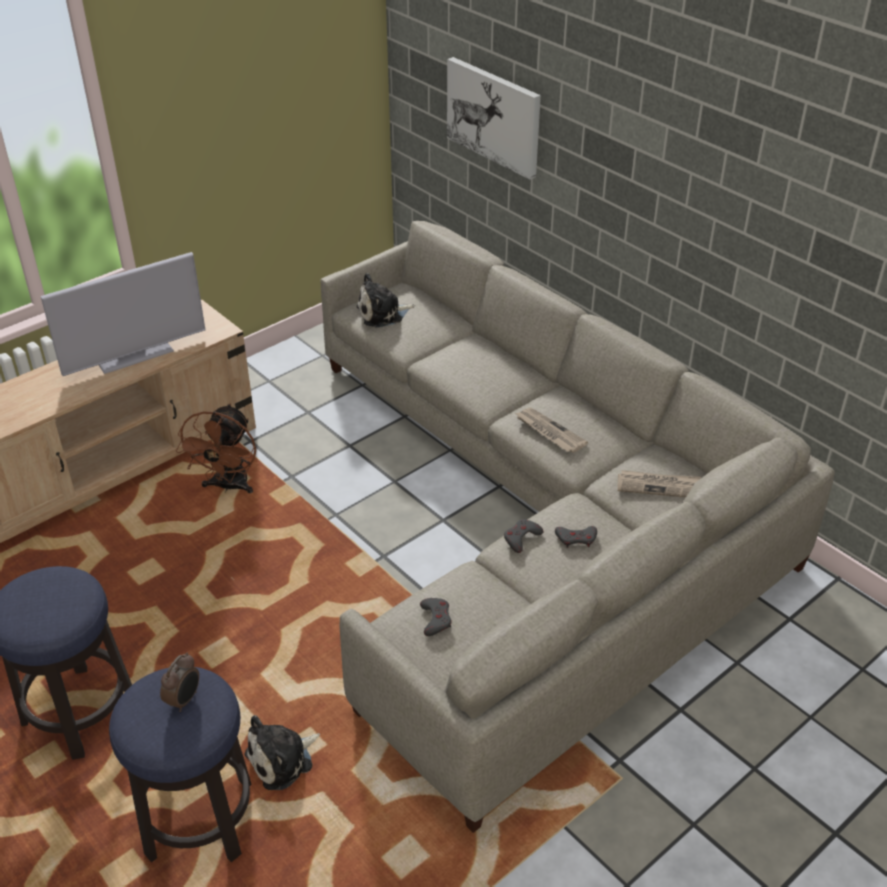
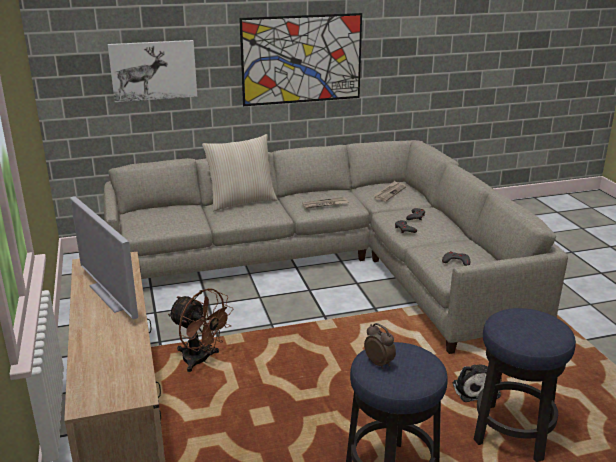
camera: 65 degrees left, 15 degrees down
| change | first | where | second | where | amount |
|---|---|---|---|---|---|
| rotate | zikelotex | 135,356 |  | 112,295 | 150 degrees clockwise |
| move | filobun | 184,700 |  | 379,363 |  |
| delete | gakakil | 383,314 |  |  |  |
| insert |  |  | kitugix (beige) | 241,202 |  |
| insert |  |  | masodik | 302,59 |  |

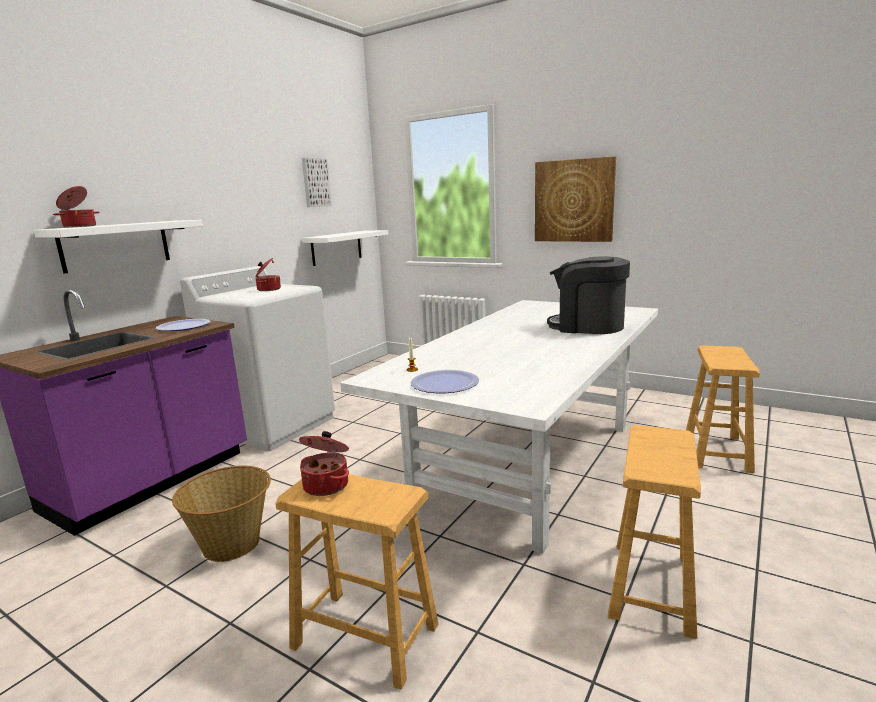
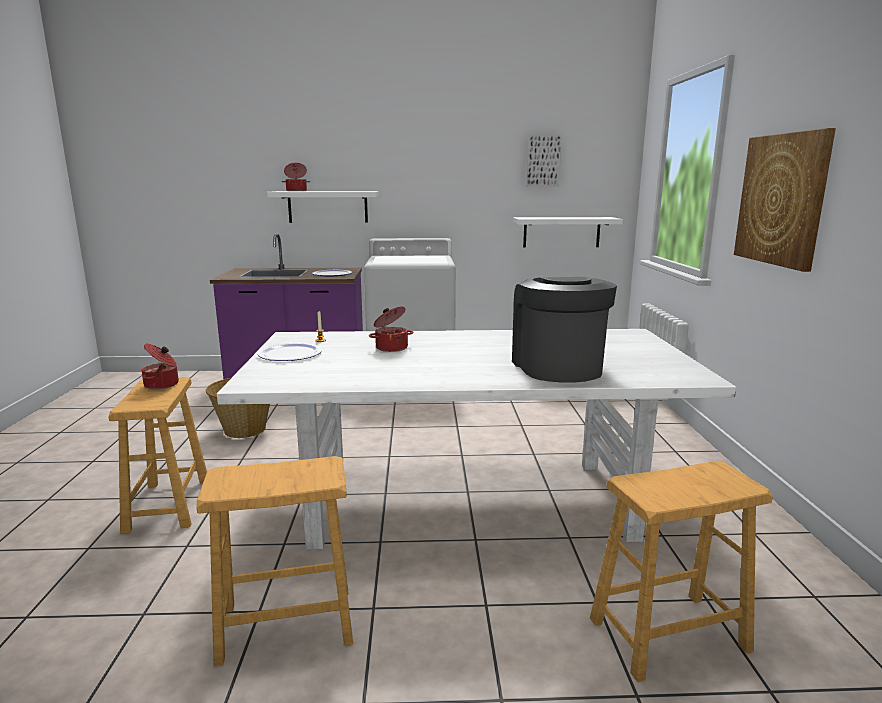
camera: 55 degrees right, 0 degrees up
| change | first | where | second | where | amount |
|---|---|---|---|---|---|
| move | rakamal | 268,289 |  | 391,347 |  |

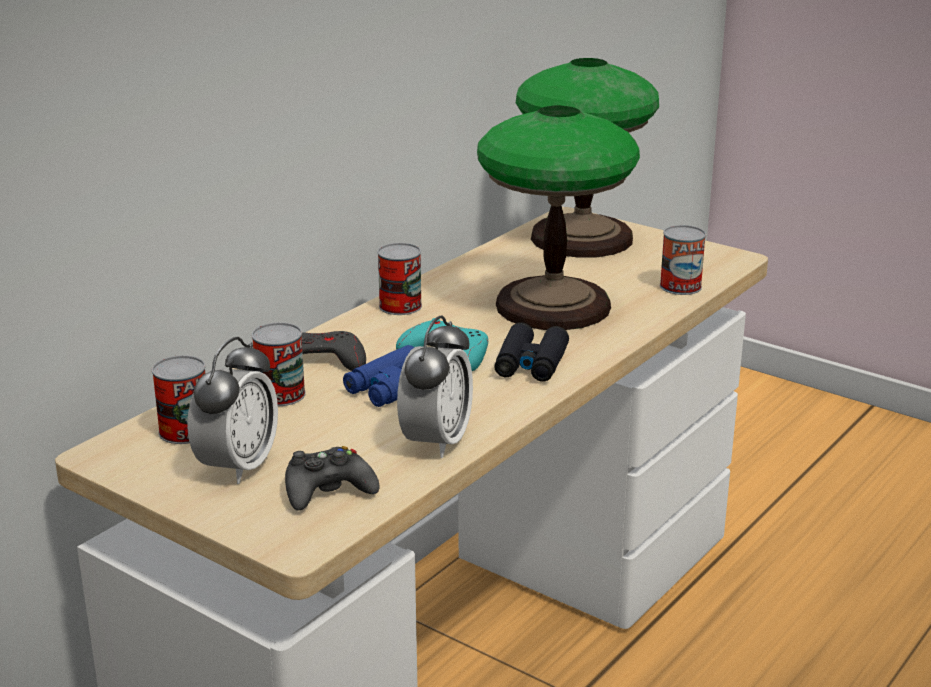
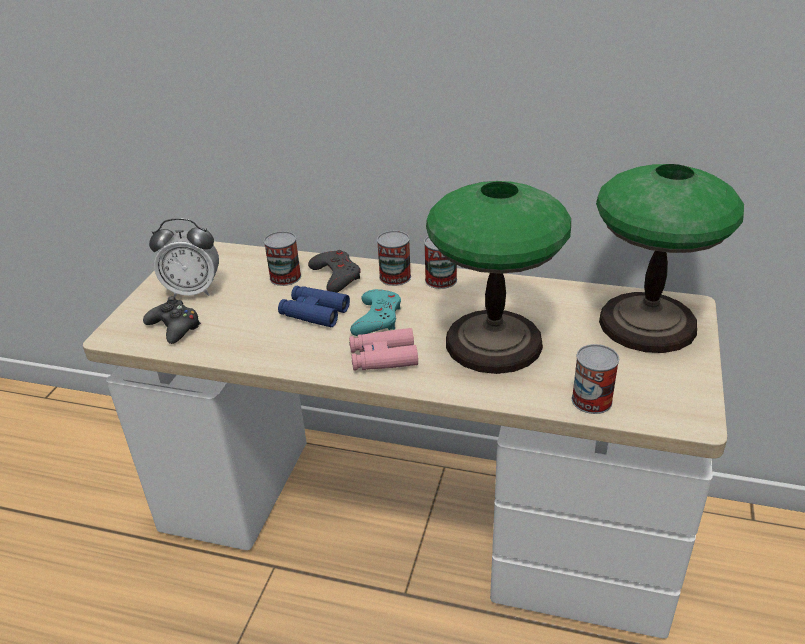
camera: 70 degrees right, 10 degrees up
| change | first | where | second | where | amount |
|---|---|---|---|---|---|
| move | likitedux | 185,431 |  | 395,277 |  |
| delete | filobun | 436,442 |  |  |  |
| recolor | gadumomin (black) | 531,364 | gadumomin (pink) | 383,357 |  |

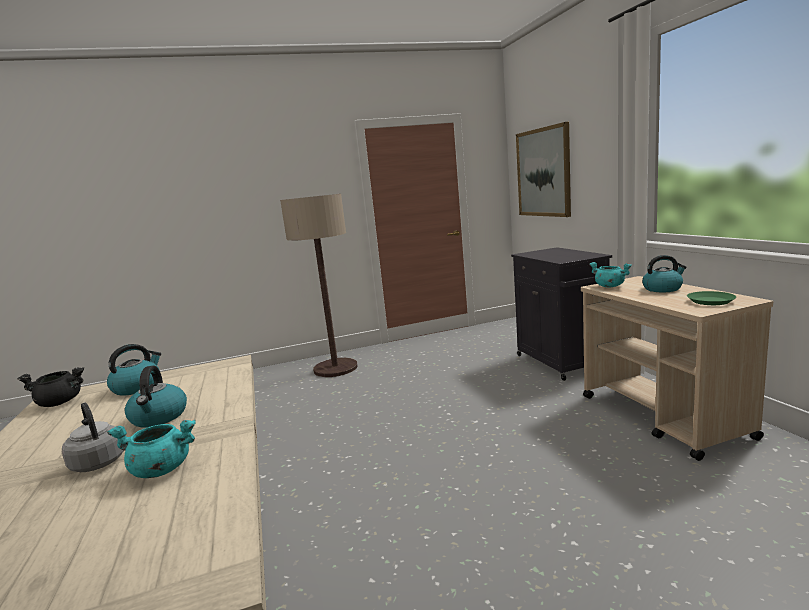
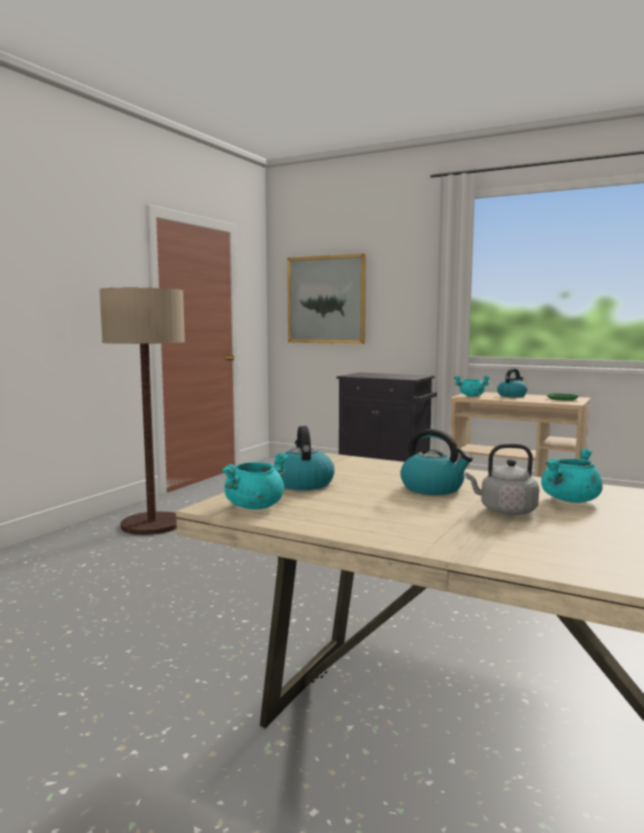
camera: 45 degrees left, 5 degrees down
| change | first | where | second | where | amount |
|---|---|---|---|---|---|
| recolor | rakamal (black) | 61,402 | rakamal (turquoise) | 254,506 |  |

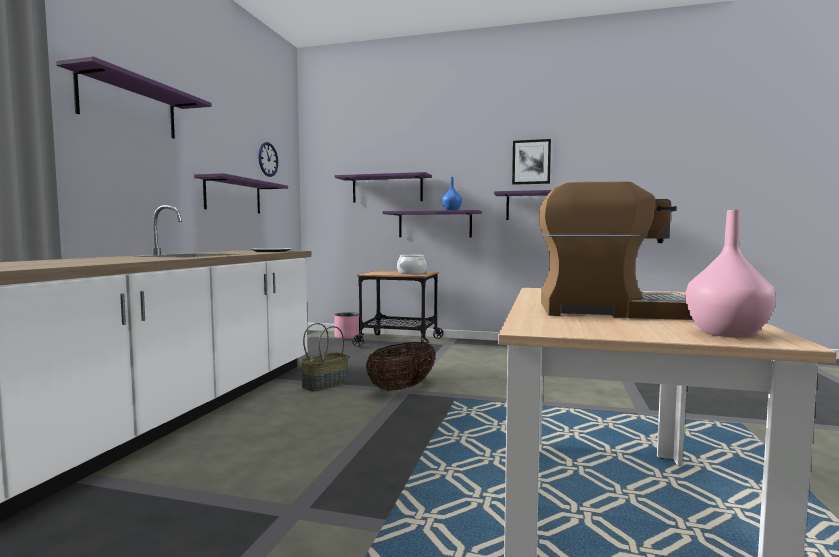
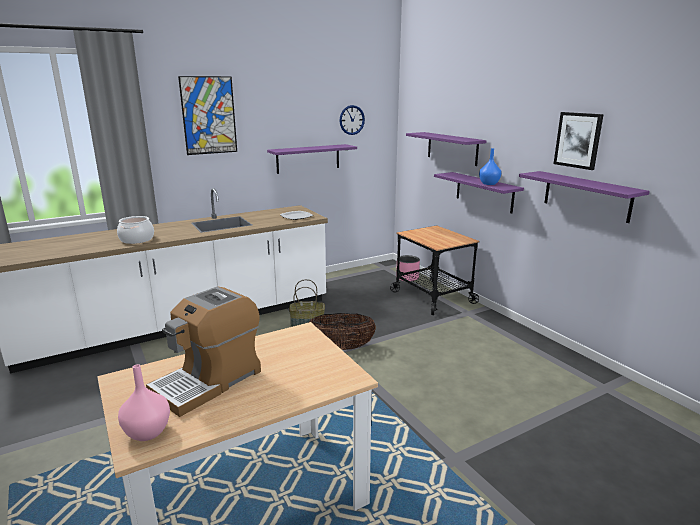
camera: 45 degrees right, 15 degrees up
| change | first | where | second | where | amount |
|---|---|---|---|---|---|
| replace | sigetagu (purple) | 129,106 | masodik | 209,115 |  |
| move | rakamal | 411,273 |  | 137,239 |  |
| rotate | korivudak | 610,311 |  | 208,381 | 75 degrees clockwise |

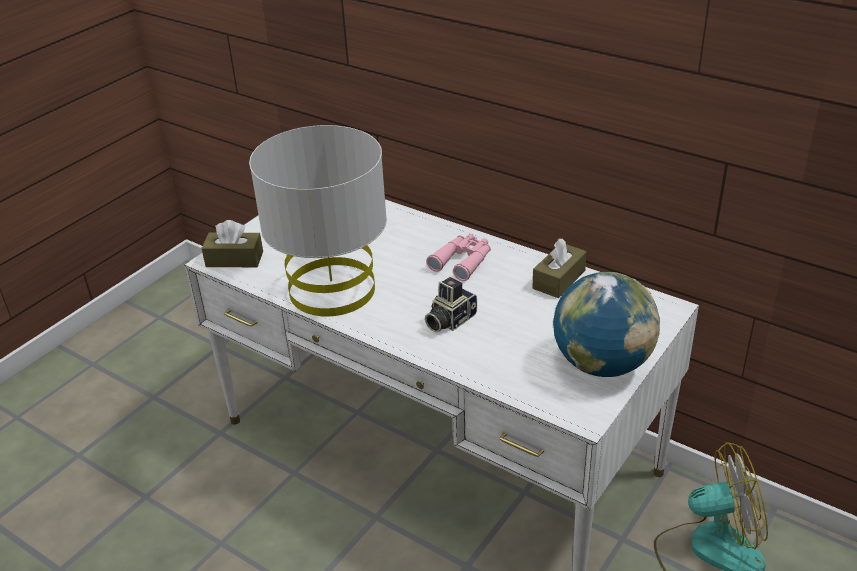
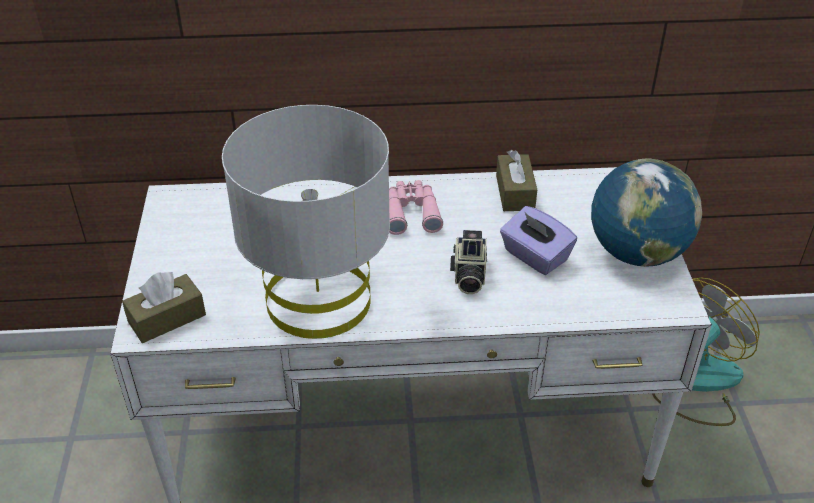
camera: 40 degrees left, 5 degrees up
| change | first | where | second | where | amount |
|---|---|---|---|---|---|
| insert |  |  | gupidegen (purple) | 535,256 |  |

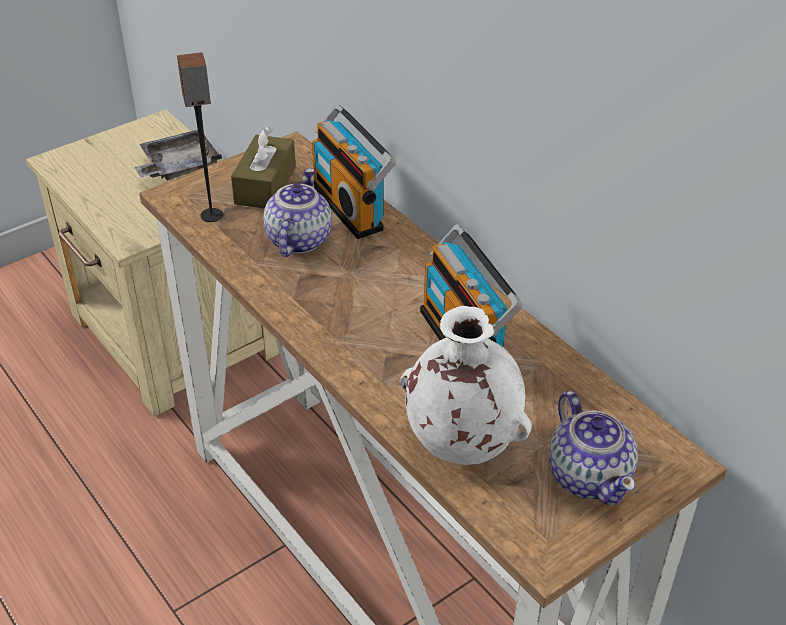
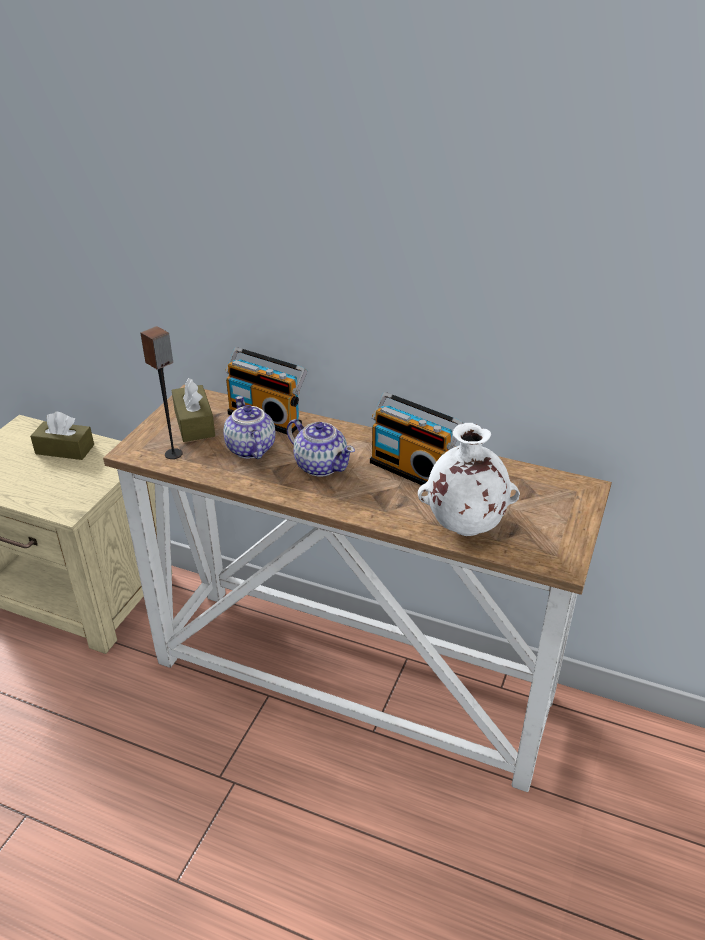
camera: 30 degrees left, 5 degrees down
| change | first | where | second | where | amount |
|---|---|---|---|---|---|
| replace | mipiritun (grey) | 179,166 | gupidegen (brown) | 65,449 |  |
| move | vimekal | 589,475 |  | 320,465 |  |

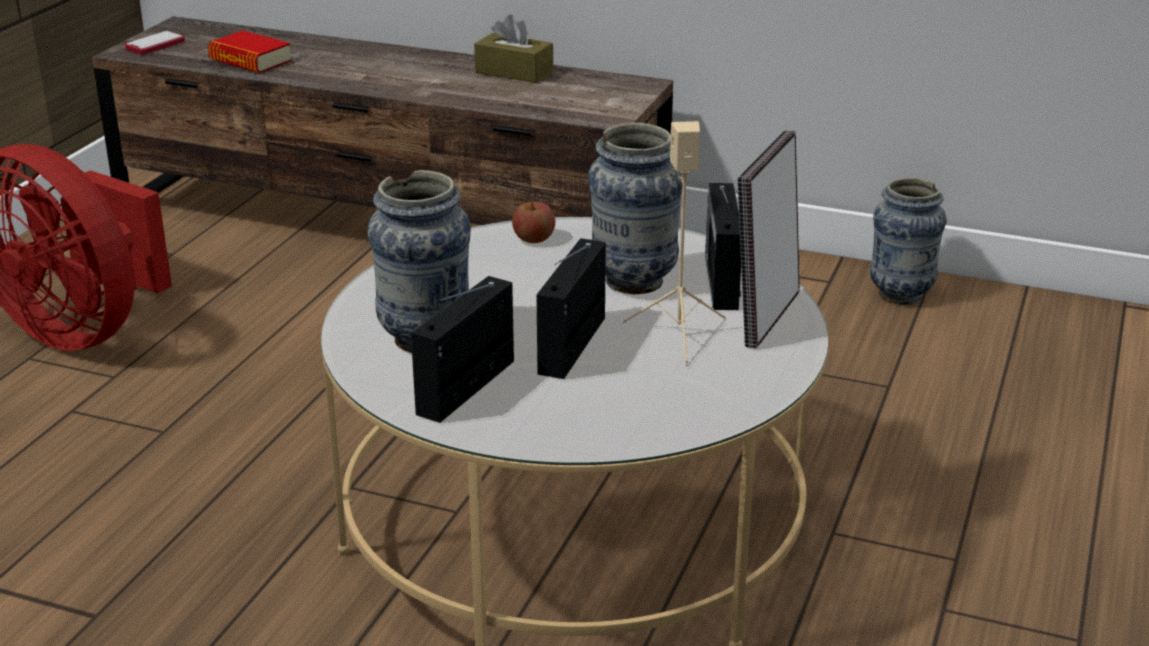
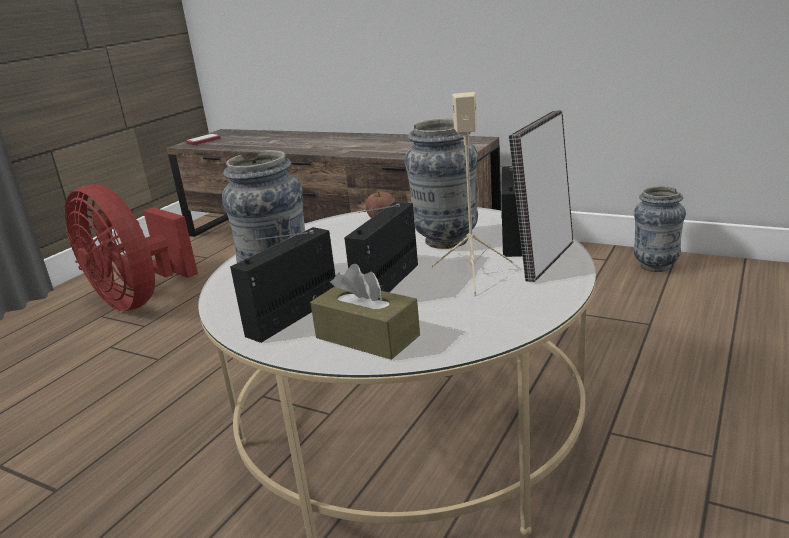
camera: 10 degrees right, 5 degrees down
| change | first | where | second | where | amount |
|---|---|---|---|---|---|
| delete | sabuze | 250,60 |  |  |  |
| move | gupidegen (brown) | 514,72 |  | 367,337 |  |

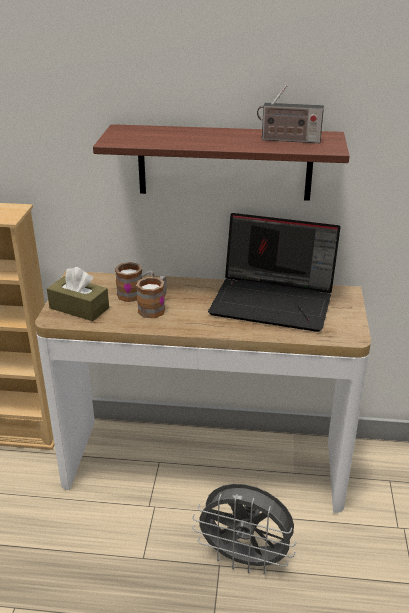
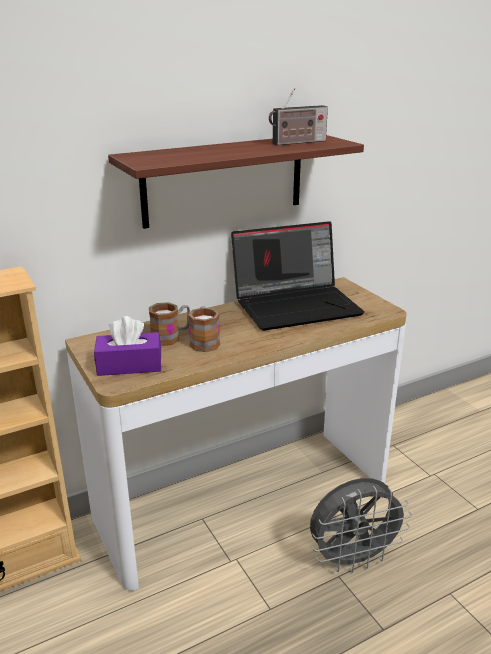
camera: 35 degrees left, 5 degrees down
| change | first | where | second | where | amount |
|---|---|---|---|---|---|
| recolor | gupidegen (brown) | 79,308 | gupidegen (purple) | 129,365 |  |

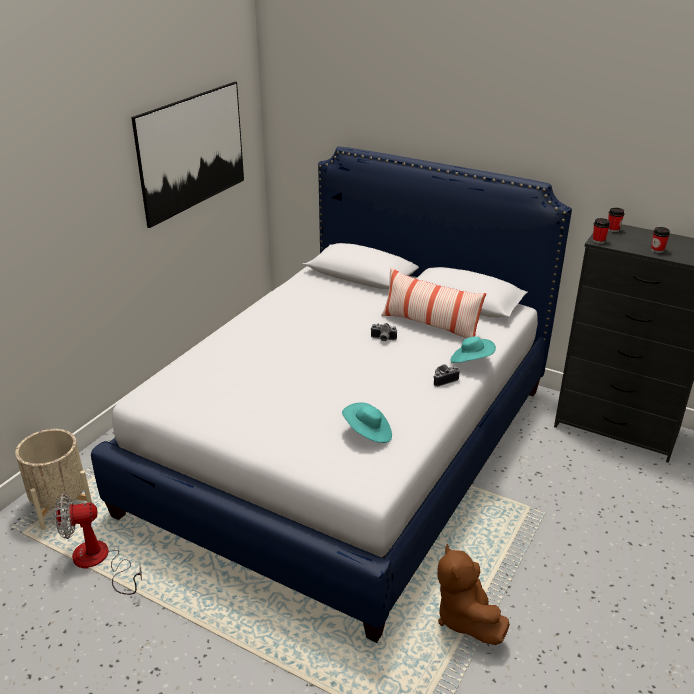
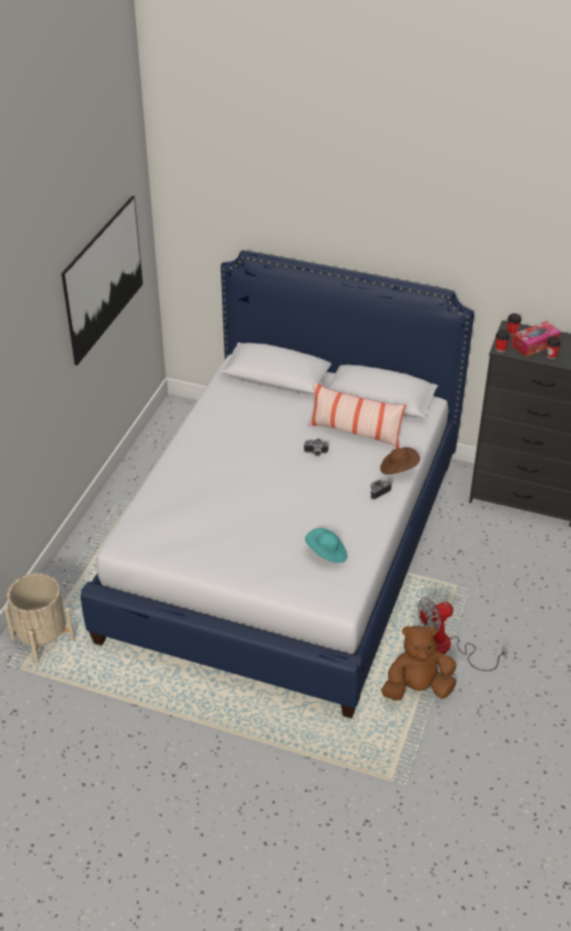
camera: 10 degrees left, 10 degrees up
| change | first | where | second | where | amount |
|---|---|---|---|---|---|
| move | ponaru | 99,561 |  | 446,648 |  |
| rotate | gakakil (brown) | 465,618 |  | 417,688 | 105 degrees clockwise |
| recolor | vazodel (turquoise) | 471,361 | vazodel (brown) | 398,469 |  |
| insert |  |  | gupidegen | 535,344 |  |

